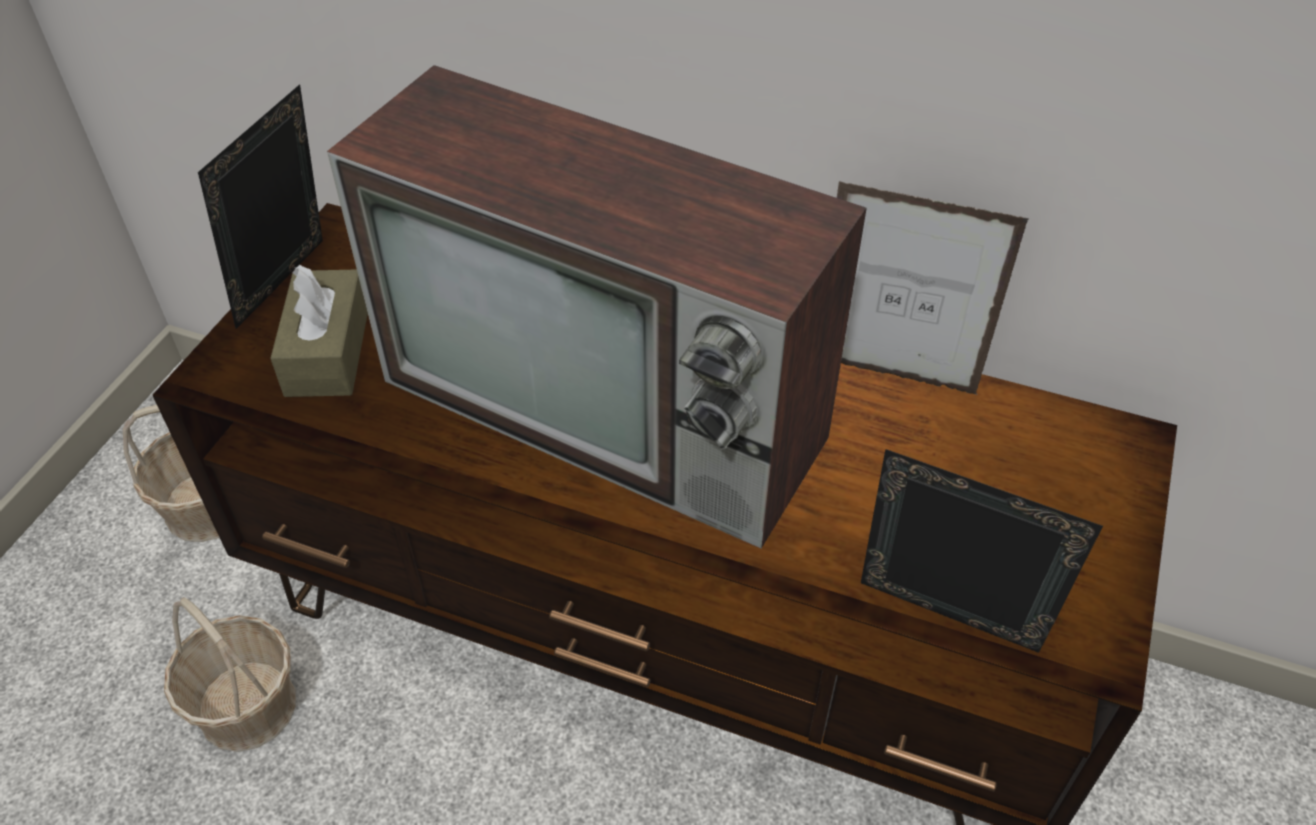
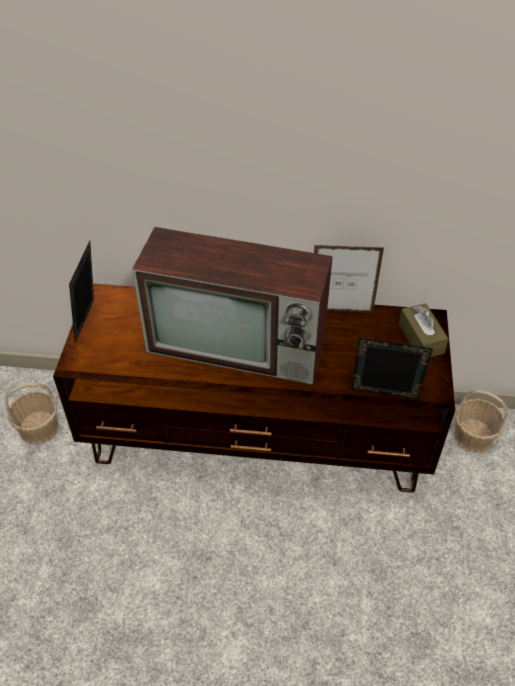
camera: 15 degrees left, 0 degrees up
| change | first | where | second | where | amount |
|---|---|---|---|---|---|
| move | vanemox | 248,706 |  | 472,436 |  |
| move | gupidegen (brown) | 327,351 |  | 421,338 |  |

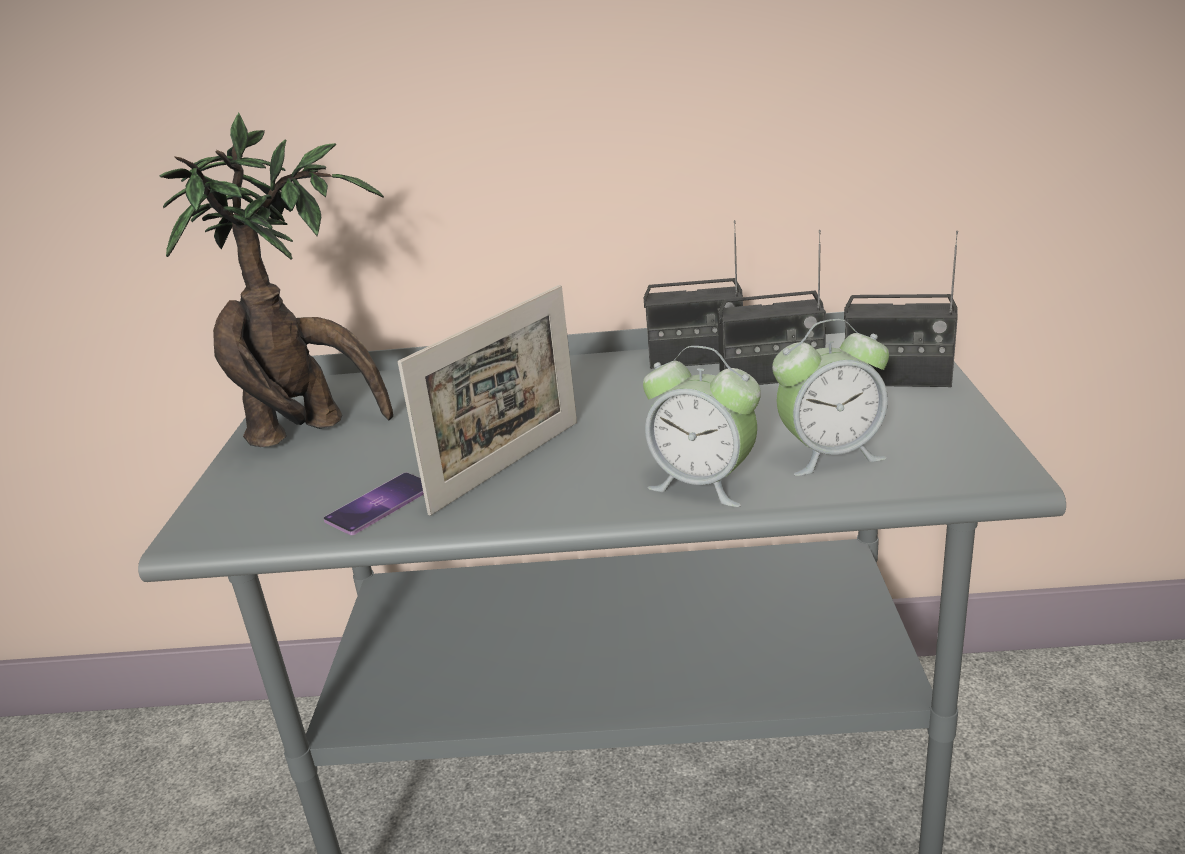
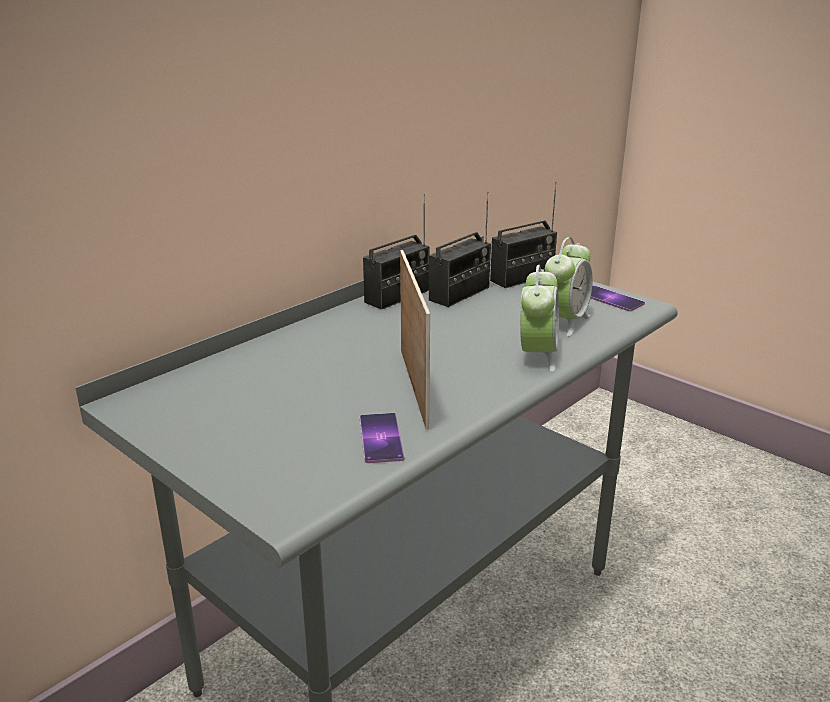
camera: 50 degrees left, 0 degrees up
| change | first | where | second | where | amount |
|---|---|---|---|---|---|
| delete | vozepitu | 311,430 |  |  |  |
| rotate | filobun | 703,484 |  | 537,355 | 60 degrees counterclockwise |
| insert |  |  | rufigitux | 611,299 |  |

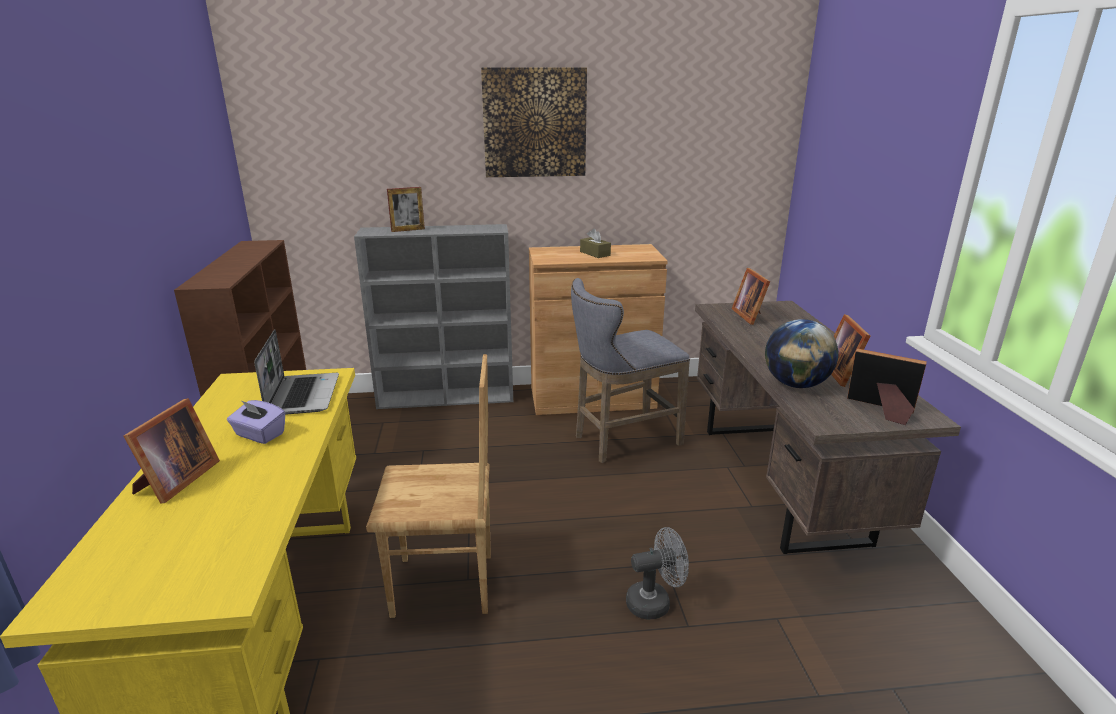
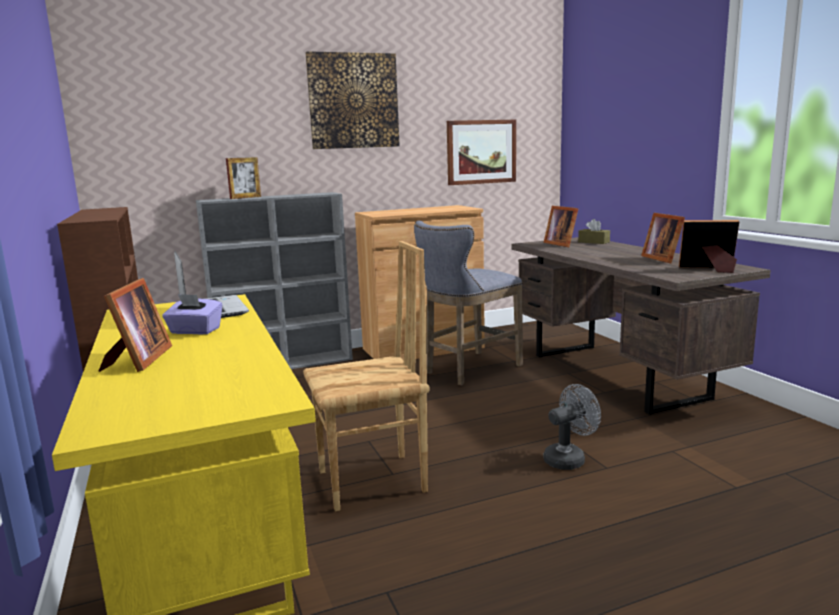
camera: 15 degrees left, 10 degrees down
| change | first | where | second | where | amount |
|---|---|---|---|---|---|
| move | gupidegen (brown) | 595,253 |  | 593,242 |  |
| delete | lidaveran | 796,384 |  |  |  |
| insert |  |  | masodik | 481,152 |  |

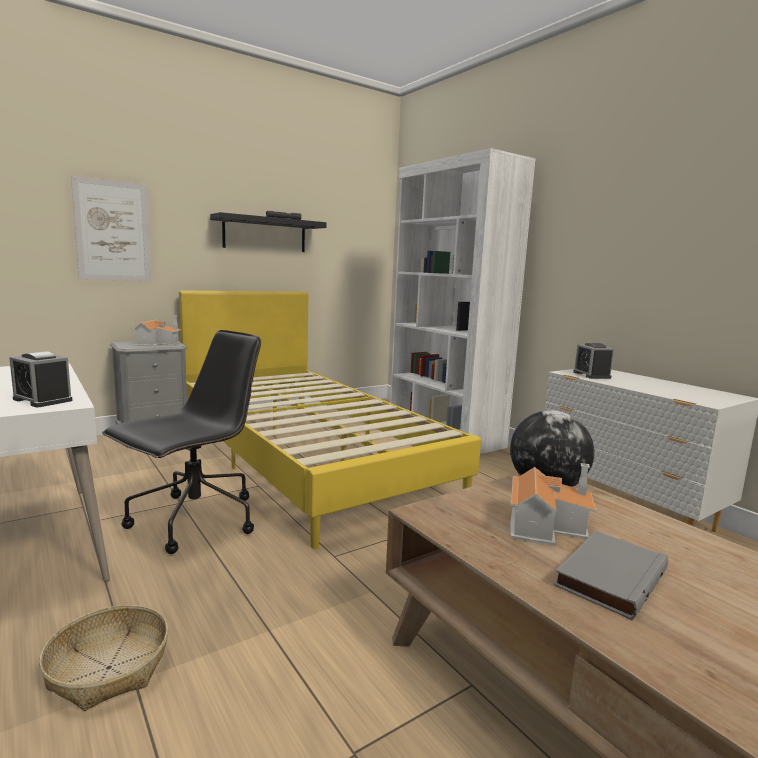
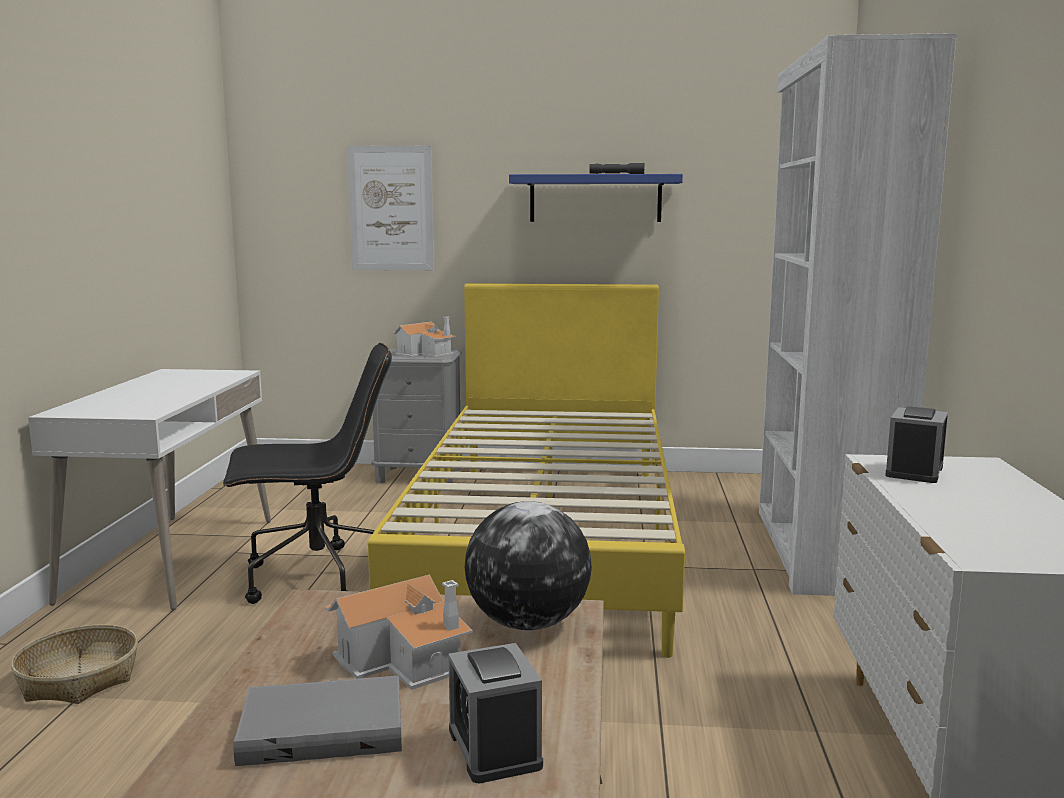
camera: 40 degrees right, 0 degrees up
| change | first | where | second | where | amount |
|---|---|---|---|---|---|
| move | filobun | 42,400 |  | 494,748 |  |
| recolor | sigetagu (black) | 265,234 | sigetagu (blue) | 595,198 |  |

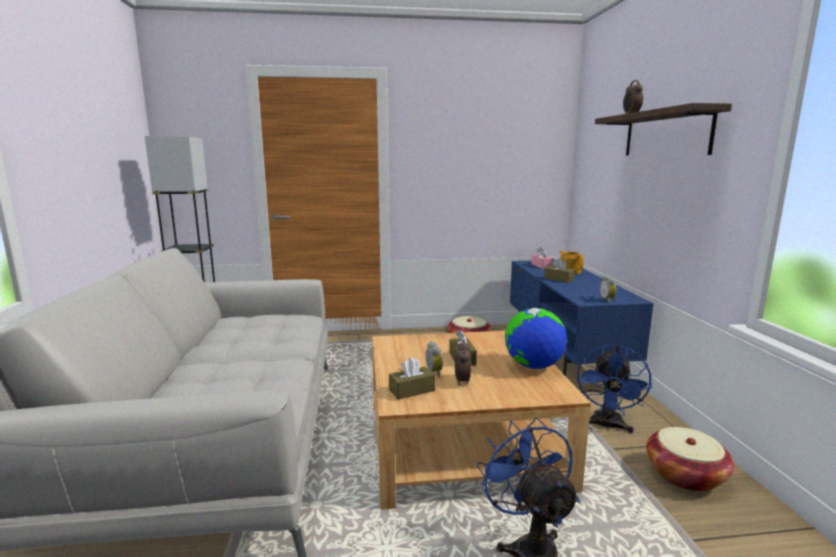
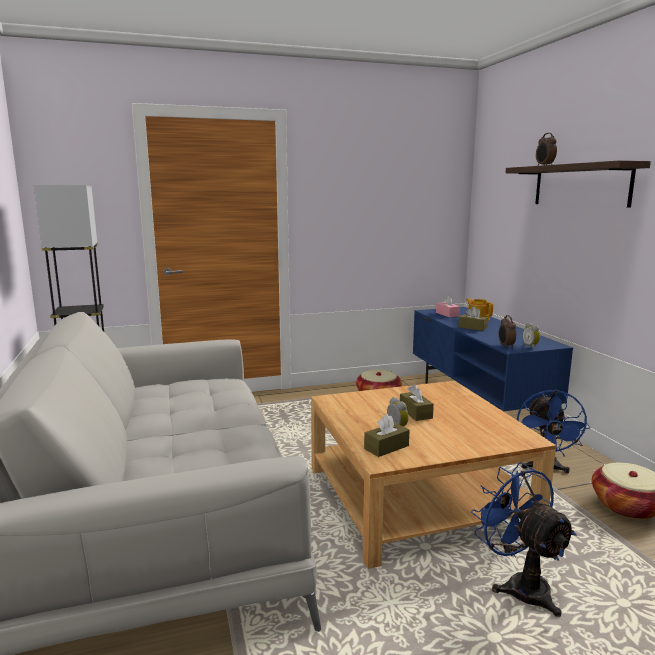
camera: 10 degrees left, 0 degrees up
| change | first | where | second | where | amount |
|---|---|---|---|---|---|
| move | filobun | 462,381 |  | 505,346 |  |
| delete | lidaveran | 533,366 |  |  |  |

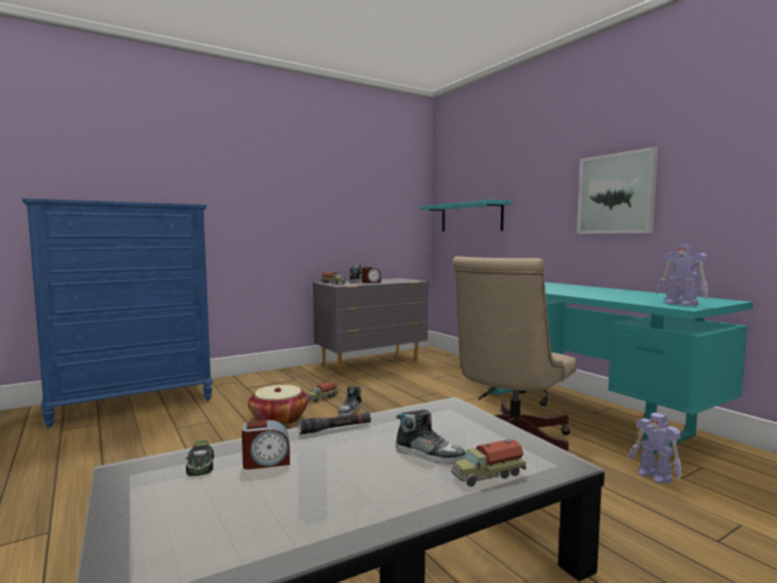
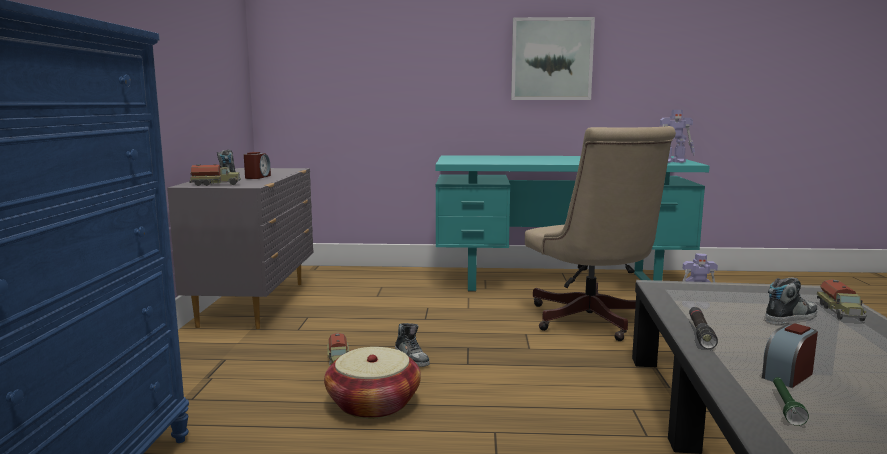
camera: 55 degrees left, 5 degrees up
| change | first | where | second | where | amount |
|---|---|---|---|---|---|
| replace | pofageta | 200,464 | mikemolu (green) | 785,406 |  |
| rotate | filobun | 266,462 |  | 787,375 | 150 degrees counterclockwise |
| delete | sigetagu (turquoise) | 471,217 |  |  |  |

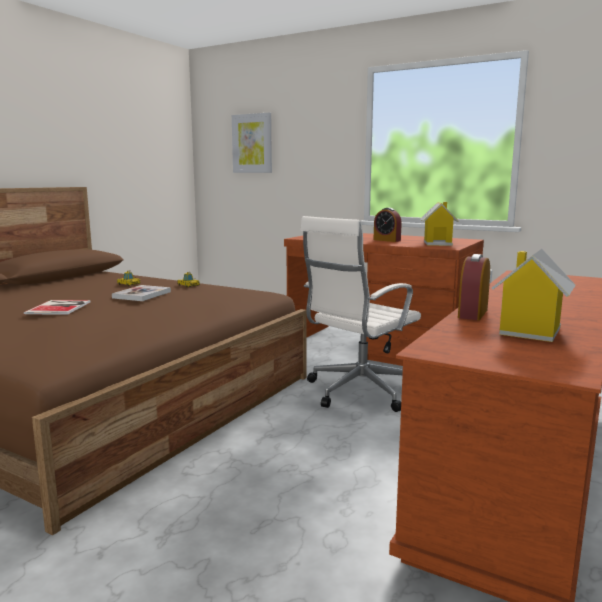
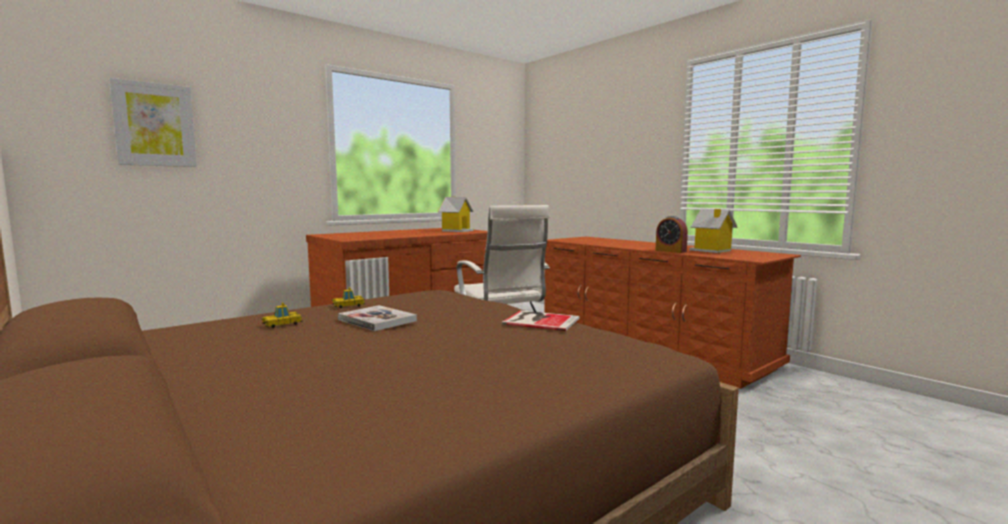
camera: 70 degrees left, 5 degrees down
| change | first | where | second | where | amount |
|---|---|---|---|---|---|
| move | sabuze | 60,307 |  | 540,320 |  |
| delete | filobun | 387,240 |  |  |  |

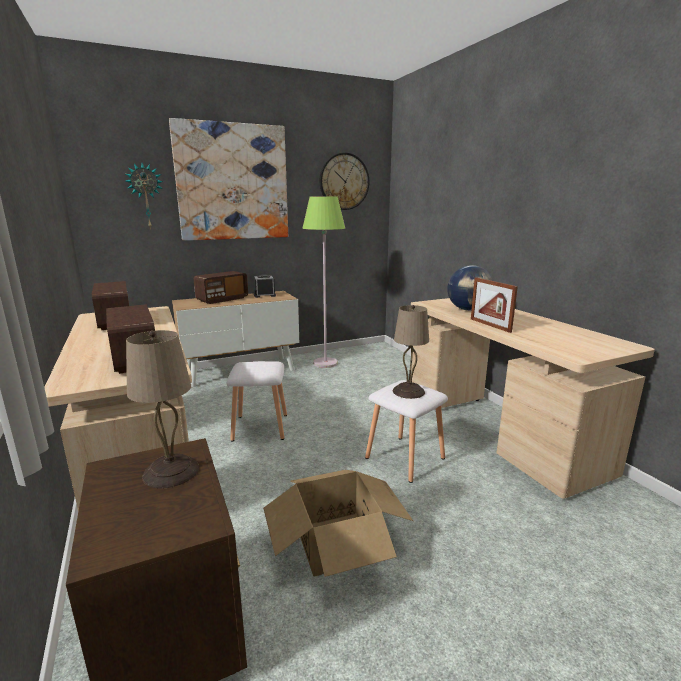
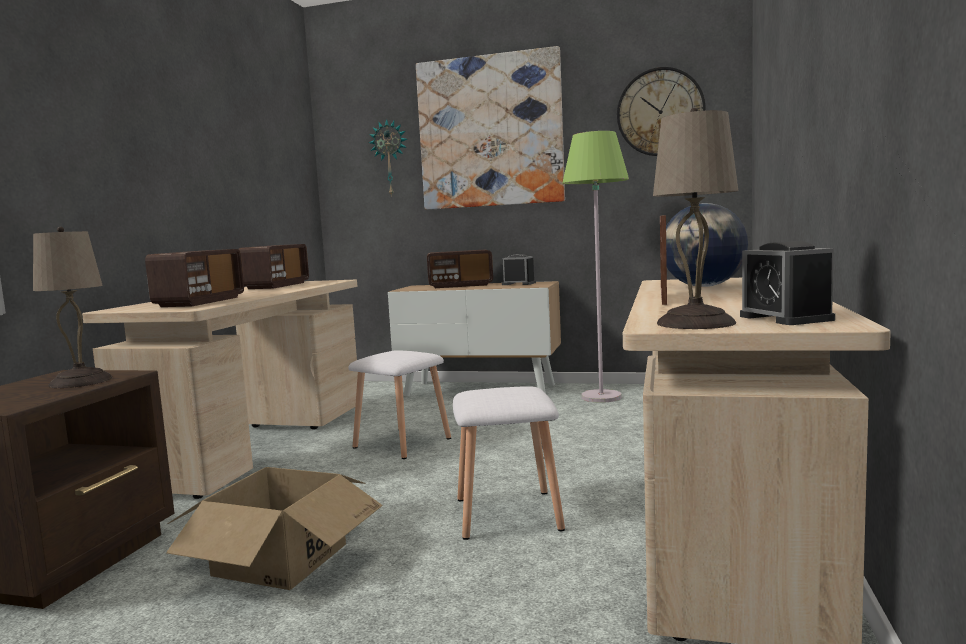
camera: 40 degrees right, 10 degrees down
| change | first | where | second | where | amount |
|---|---|---|---|---|---|
| move | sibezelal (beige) | 408,391 |  | 696,323 |  |
| insert |  |  | filobun | 785,318 |  |

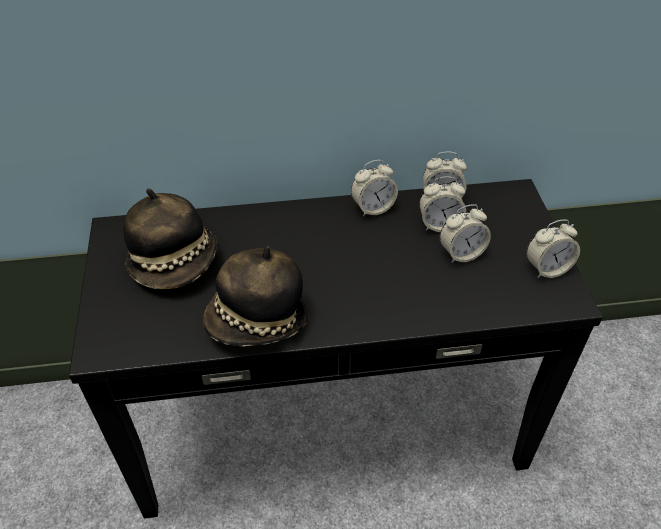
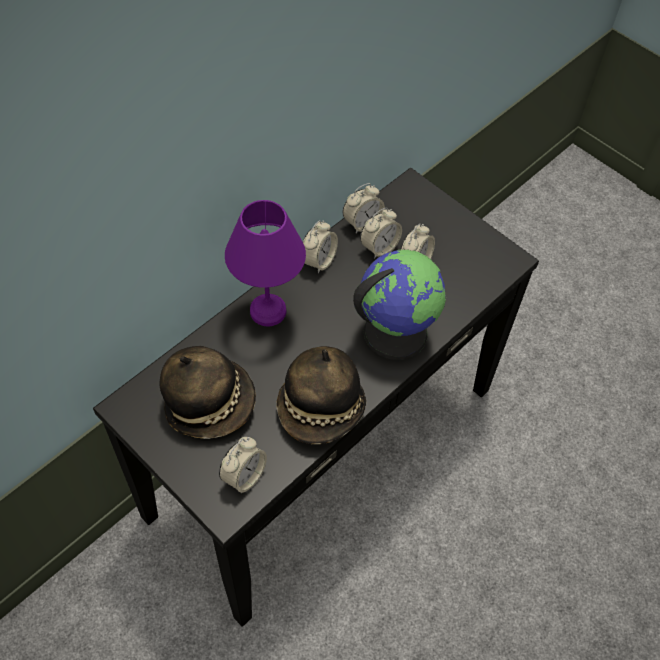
camera: 40 degrees left, 10 degrees up
| change | first | where | second | where | amount |
|---|---|---|---|---|---|
| move | filobun | 547,268 |  | 244,476 |  |
| insert |  |  | sibezelal (purple) | 266,311 |  |
| insert |  |  | lidaveran | 394,331 |  |

